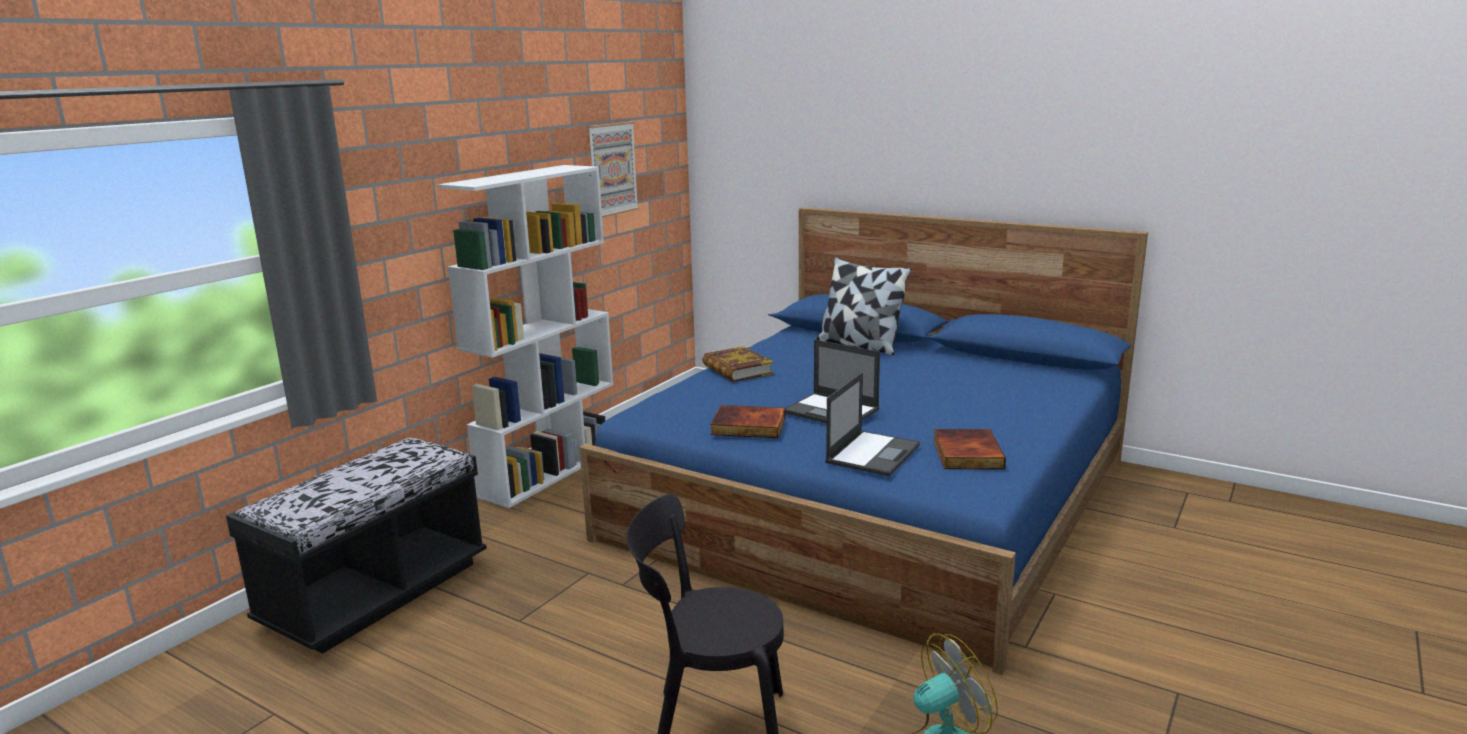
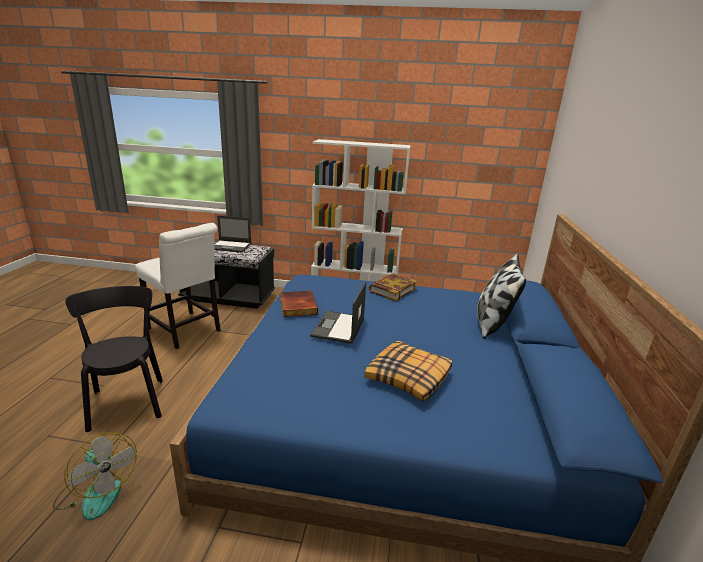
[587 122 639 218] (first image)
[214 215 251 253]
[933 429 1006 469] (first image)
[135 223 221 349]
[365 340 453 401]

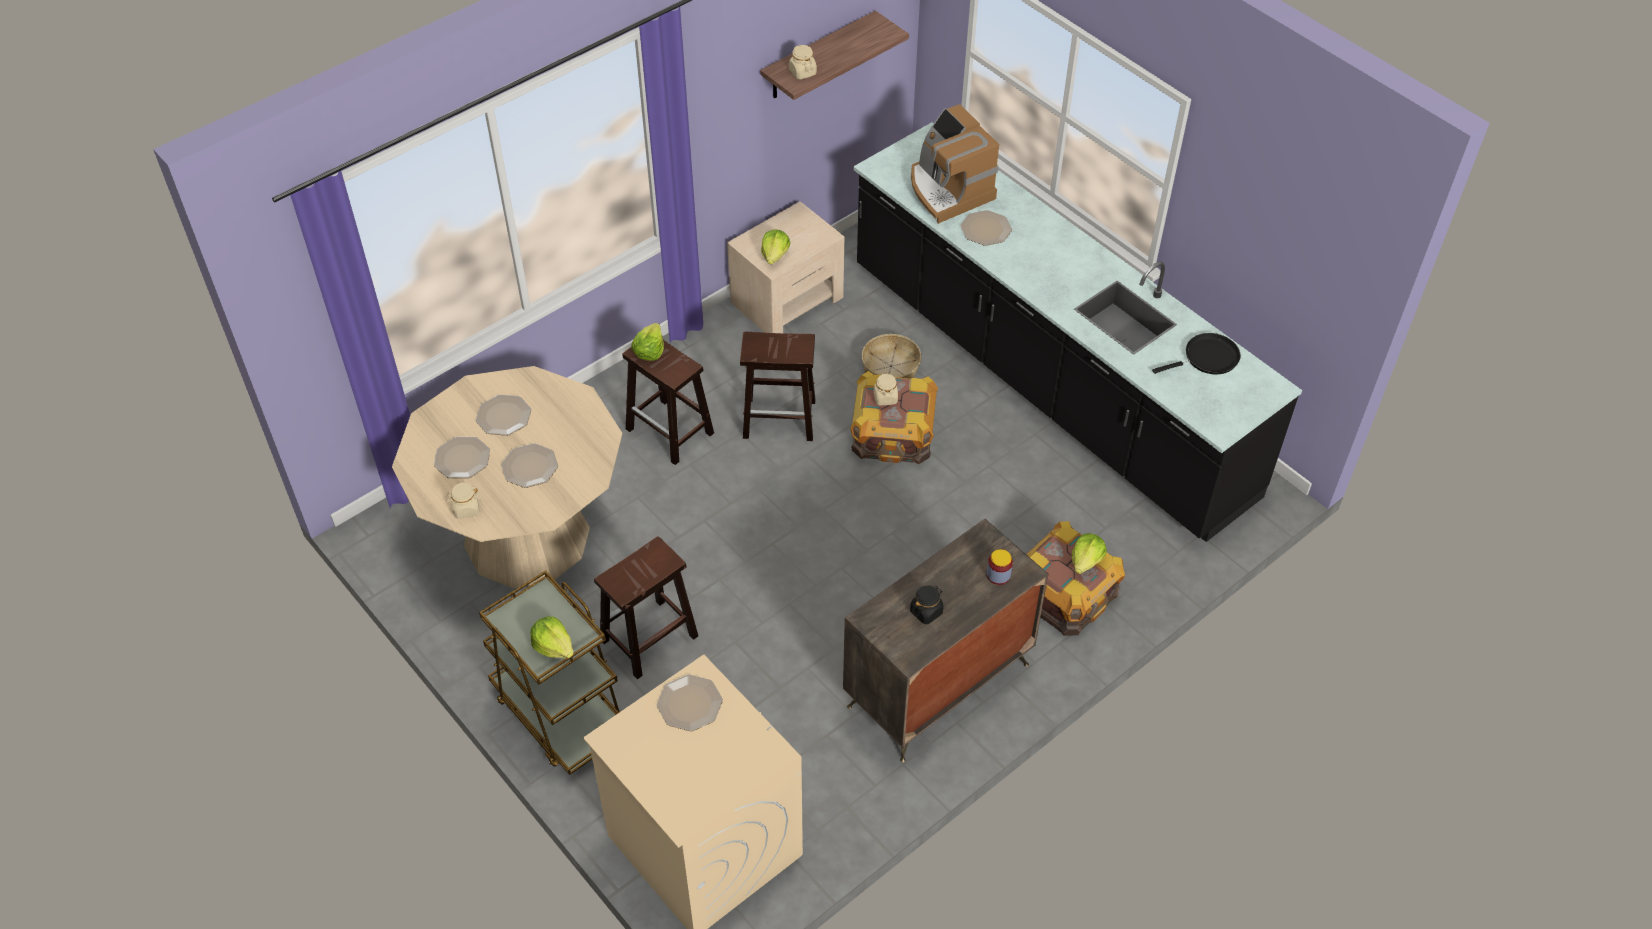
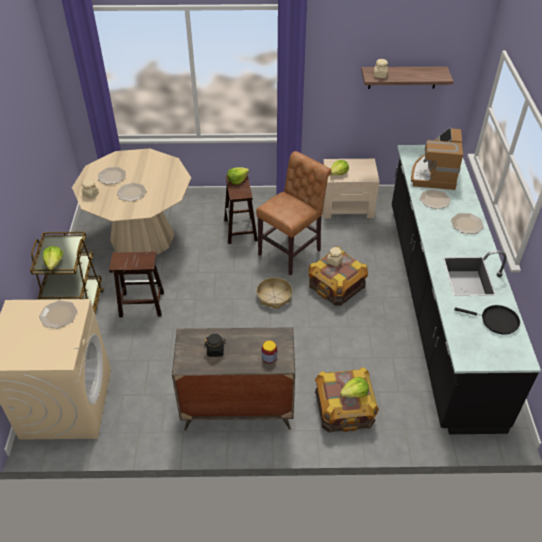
[451 213 484 234]
[256 151 332 275]
[256 277 293 309]

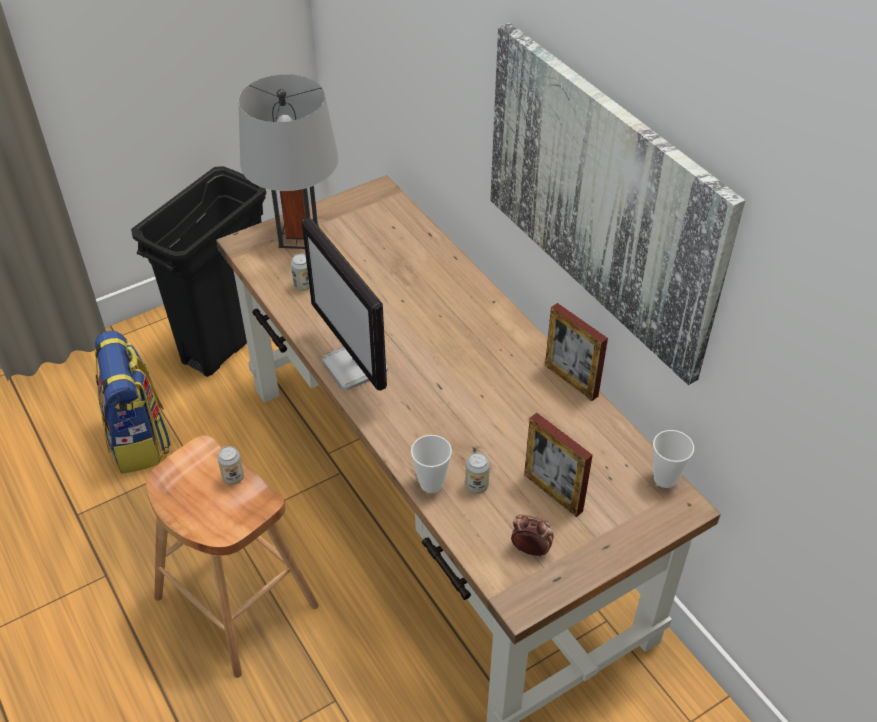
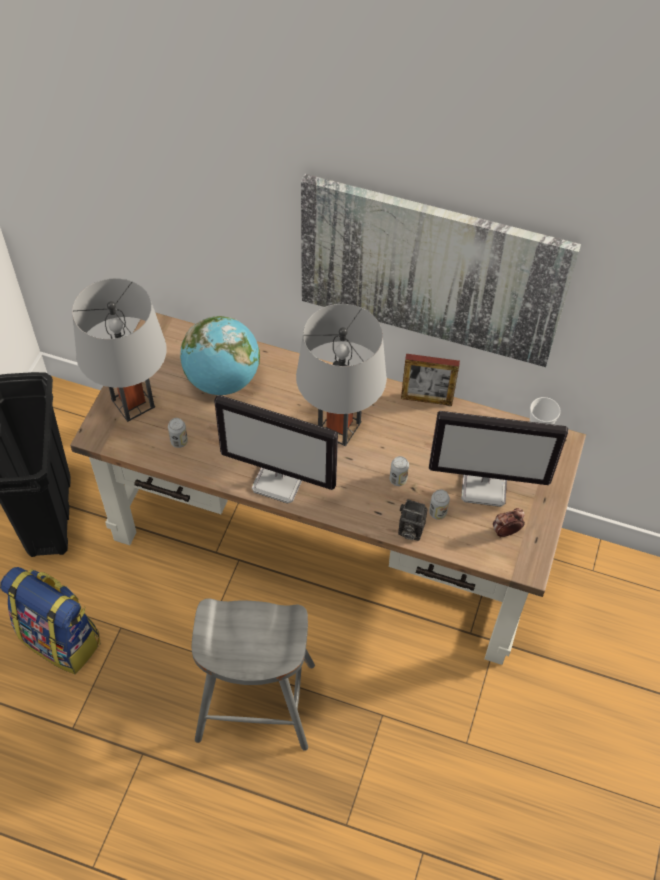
[192 598 315 751]
[390 456 409 486]
[398 499 428 541]
[429 411 568 507]
[180 316 260 395]
[296 304 387 446]

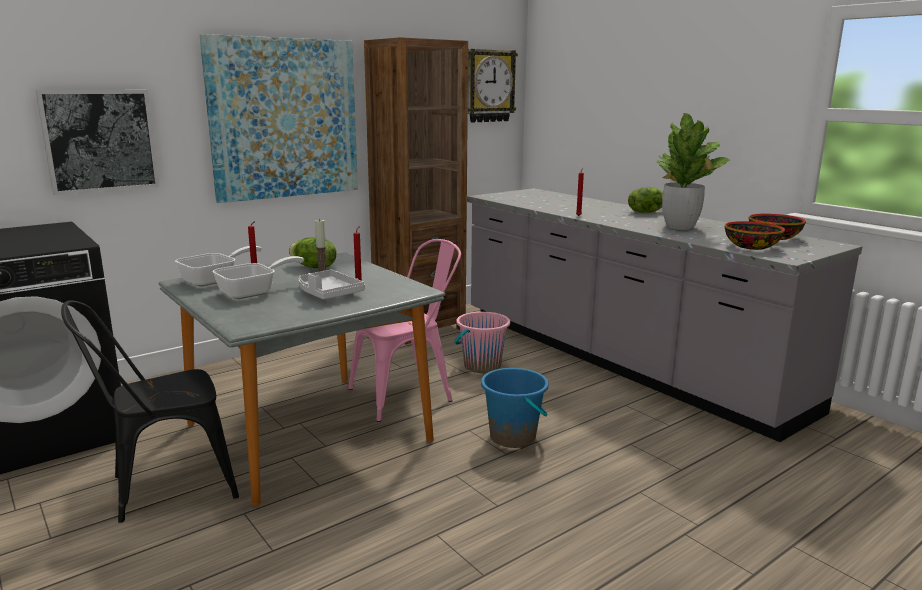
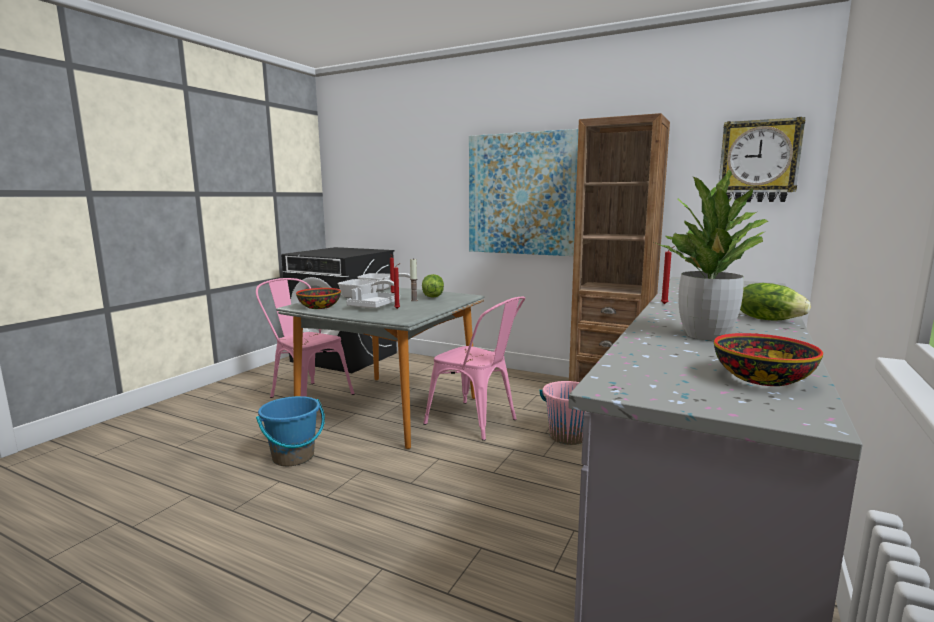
[35 90 160 195] (first image)
[256 278 355 398]
[256 396 325 466]
[296 288 341 309]

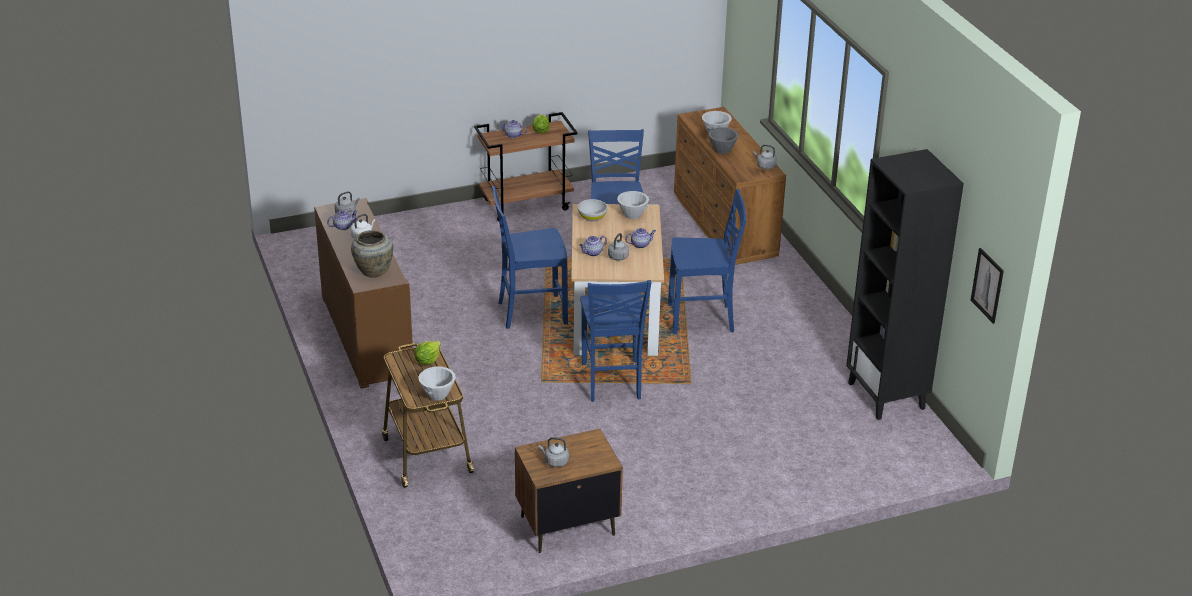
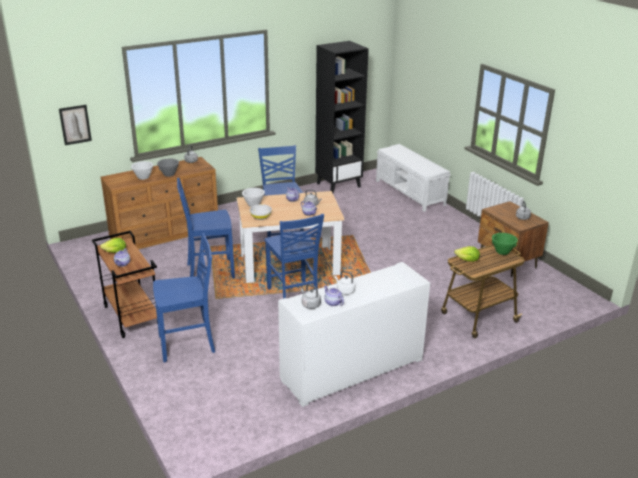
[278 262 430 407]
[351 230 393 278] (first image)
[492 233 518 255]
[153 233 215 362]
[59 105 92 145]
[376 144 451 212]

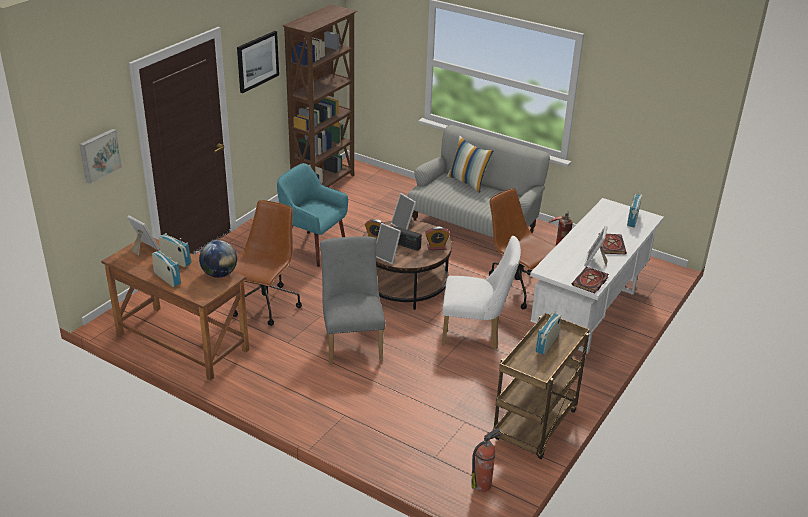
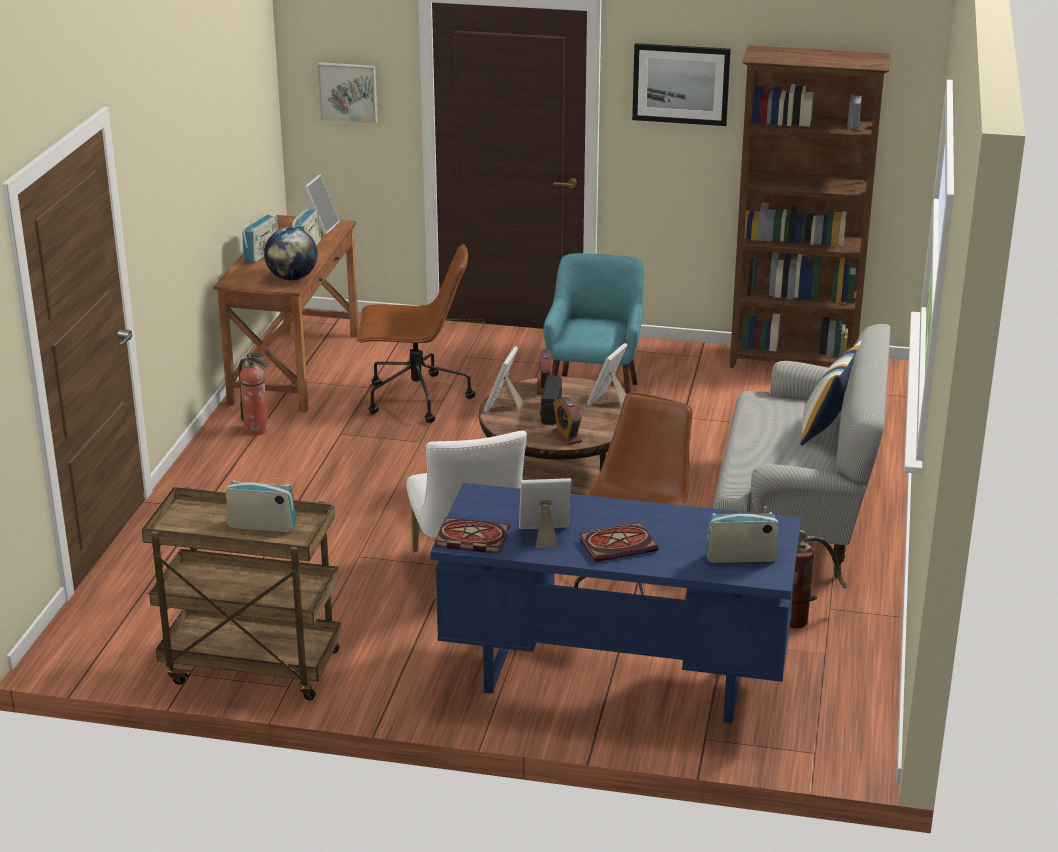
[320 236 385 365] (first image)
[238 353 268 435]
[430 483 801 723]

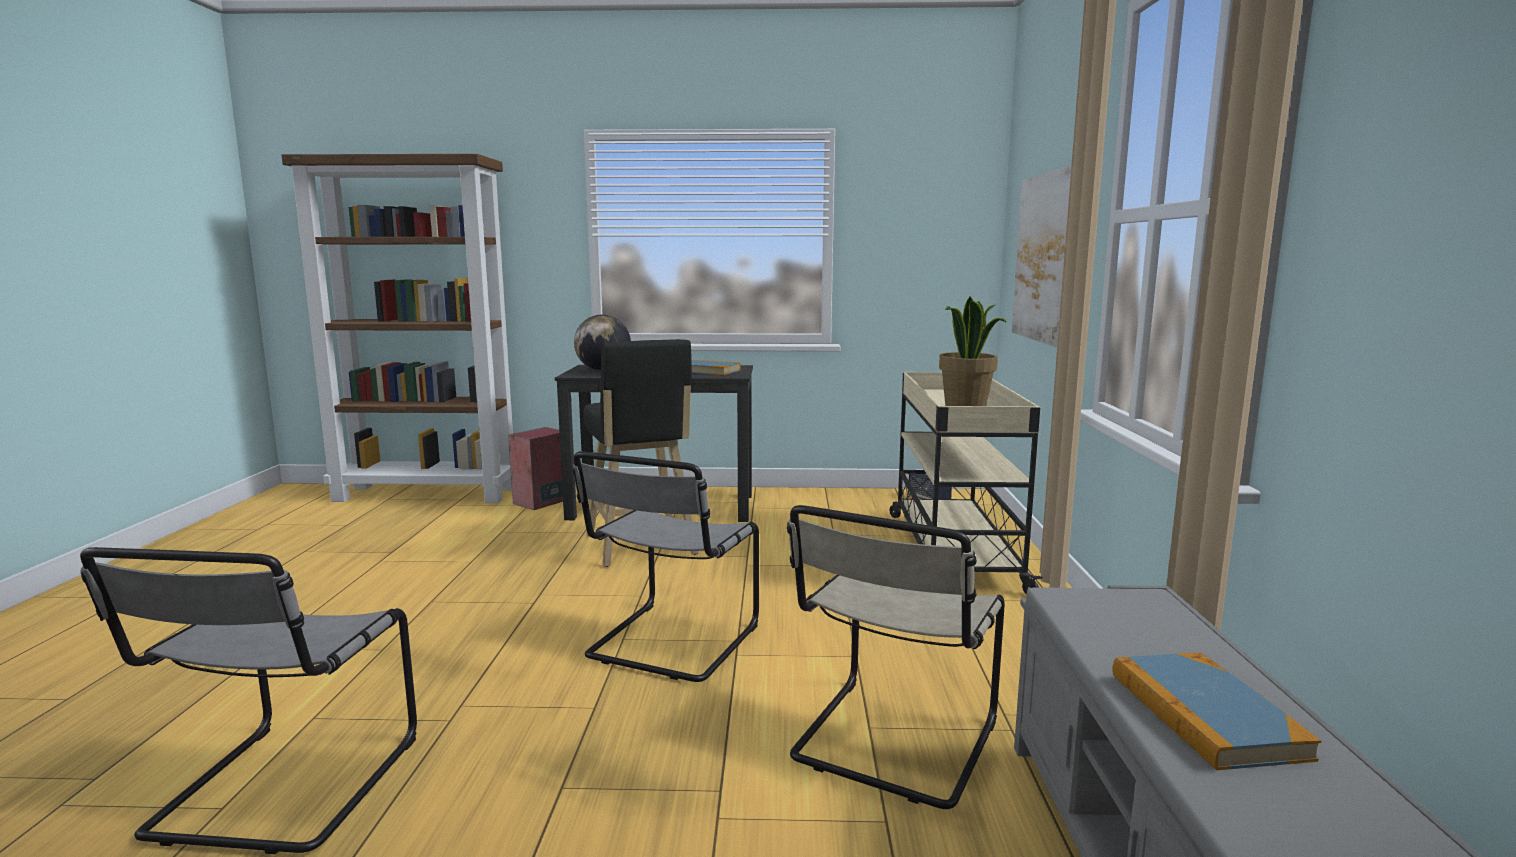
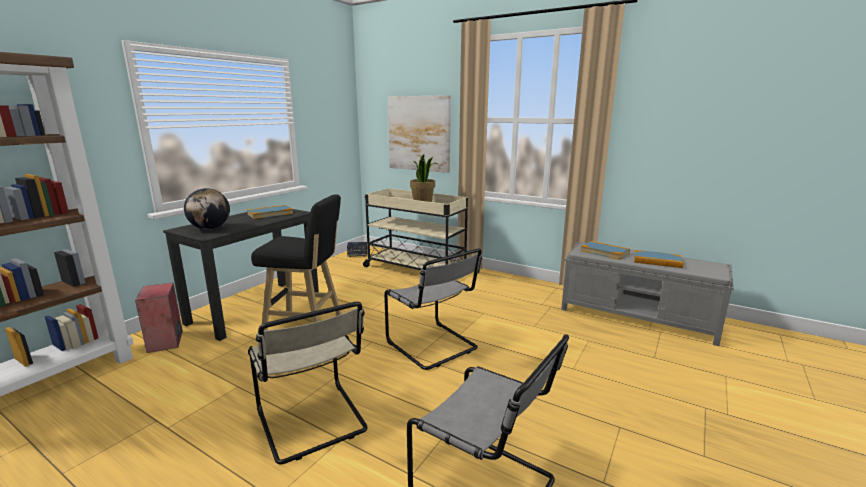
[248 302 368 464]
[580 241 630 260]

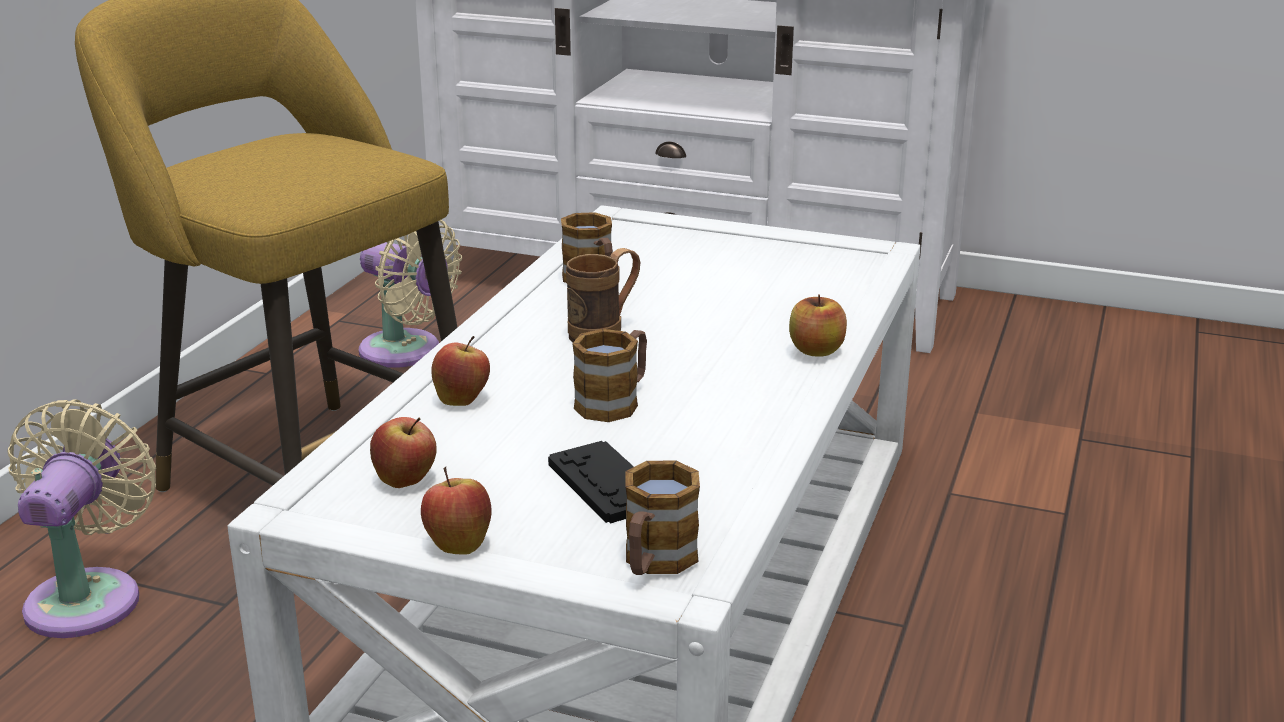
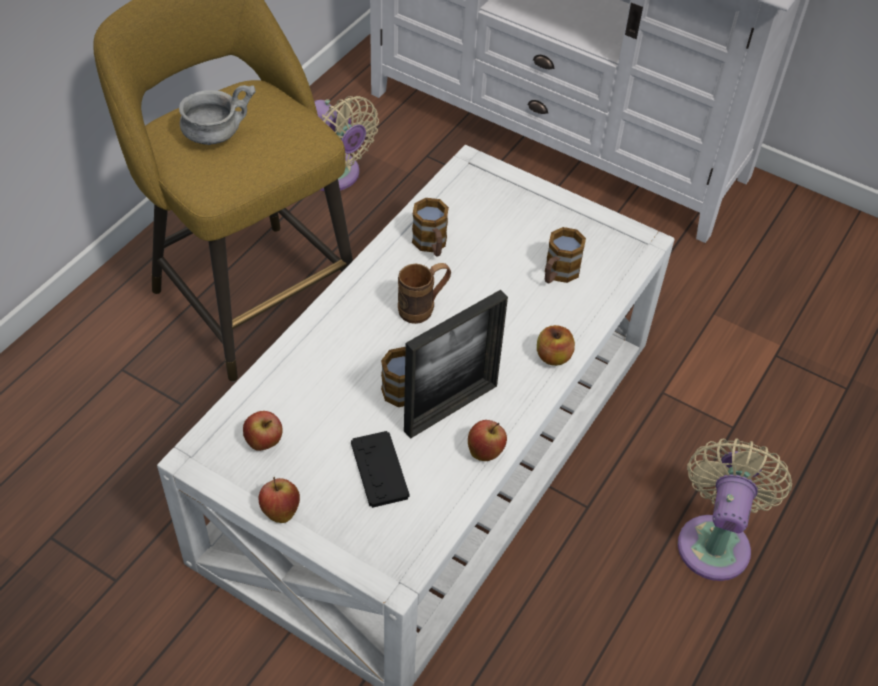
[678 438 792 581]
[468 420 507 461]
[545 227 586 283]
[179 85 256 145]
[404 290 508 439]

